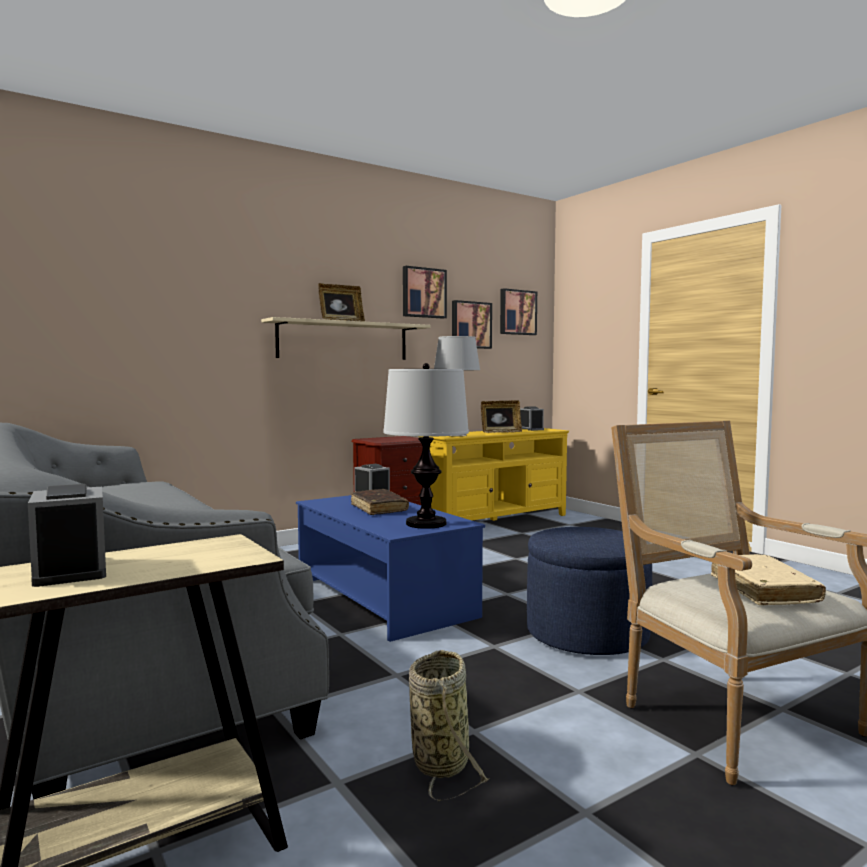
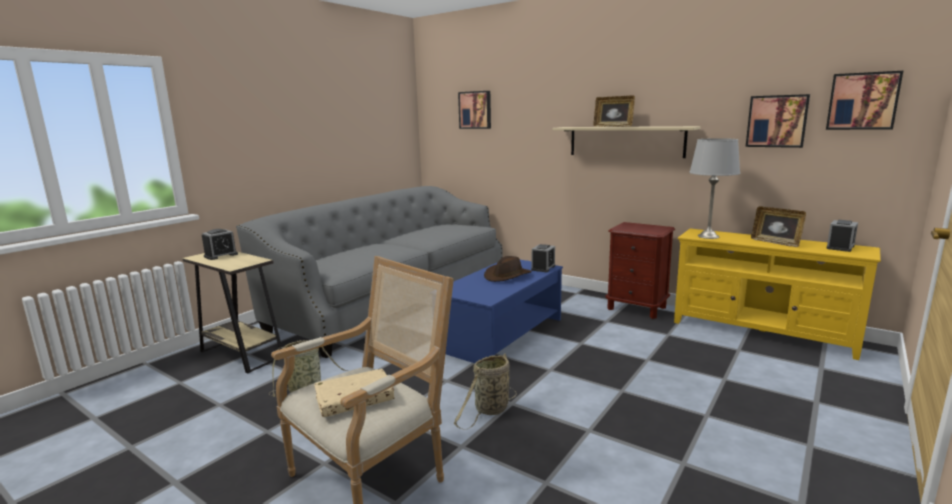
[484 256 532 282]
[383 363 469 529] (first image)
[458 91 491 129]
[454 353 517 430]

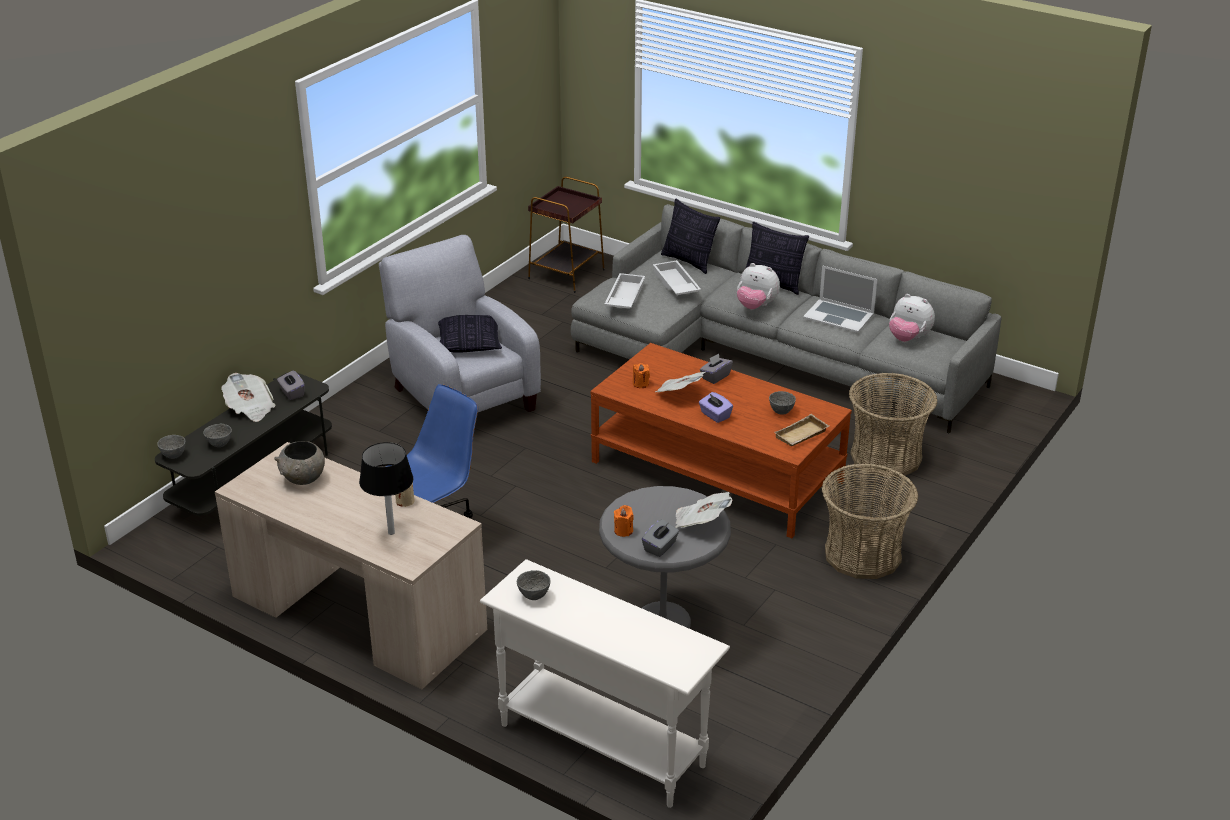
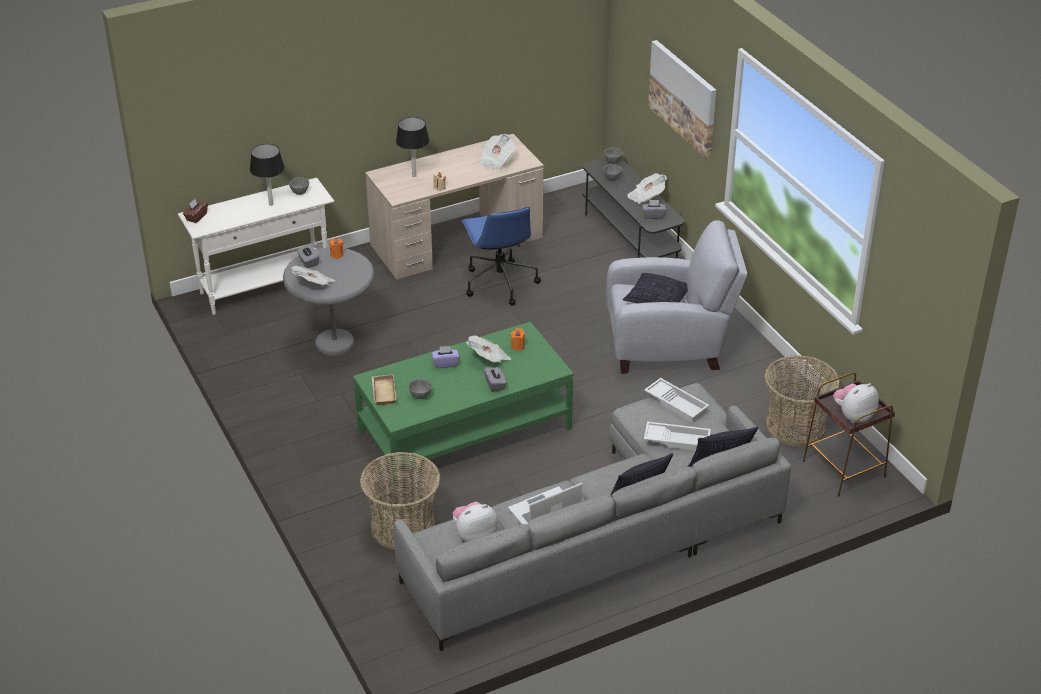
[480 134 516 169]
[353 322 574 488]
[833 383 879 423]
[765 355 840 446]
[183 199 208 223]
[250 144 285 206]
[648 40 716 158]

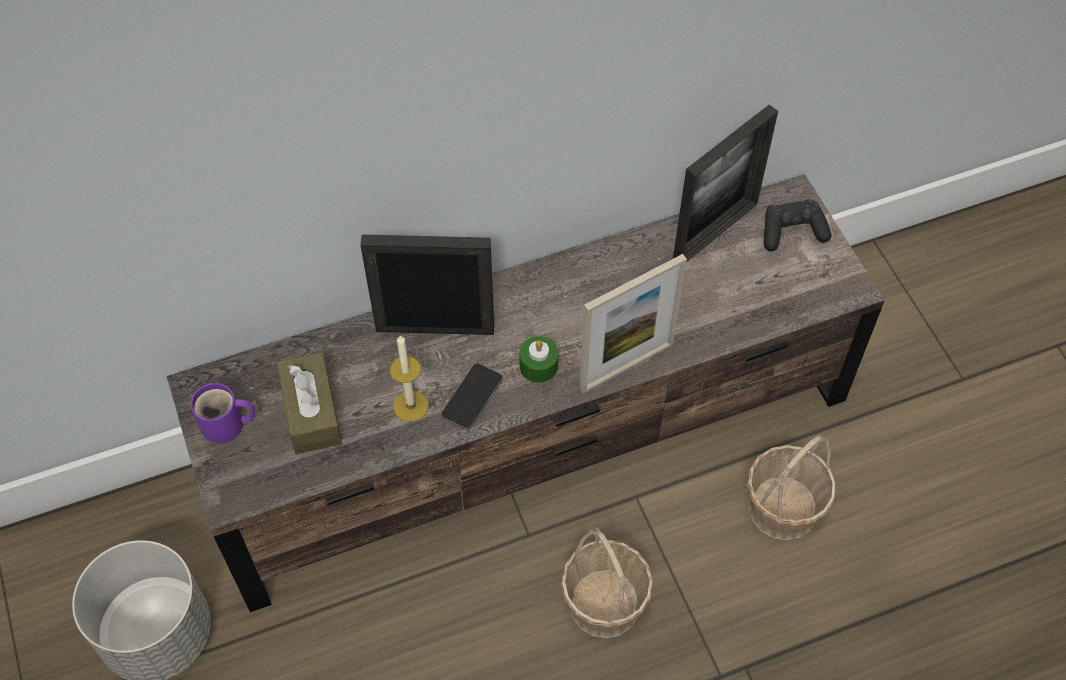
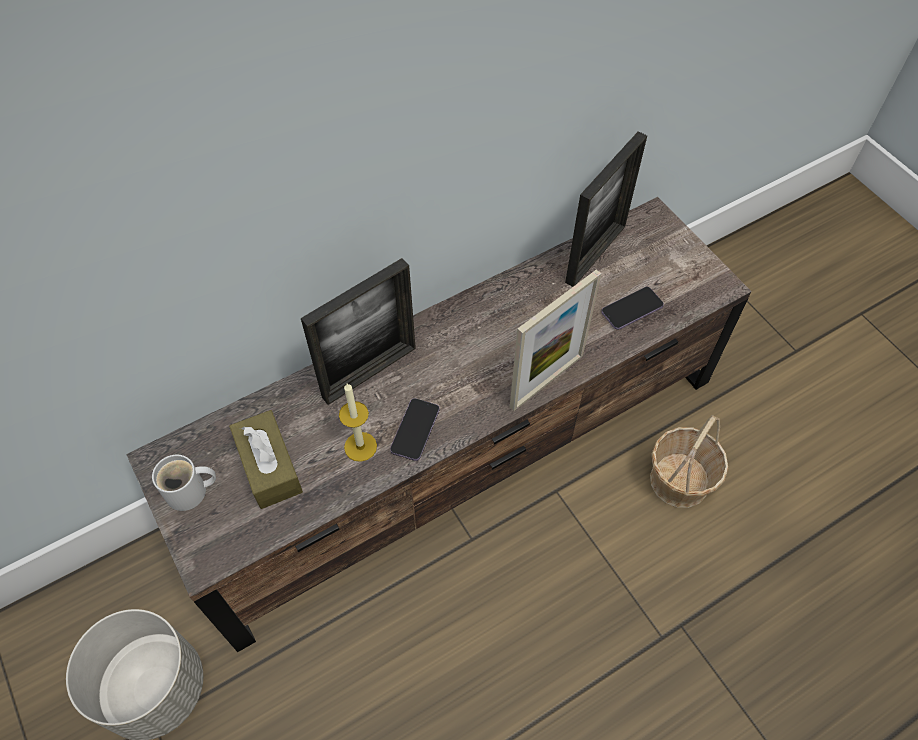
[152 455 216 511]
[301 258 416 405]
[519 336 559 383] (first image)
[561 528 653 638] (first image)
[764 199 832 251] (first image)
[601 287 664 330]

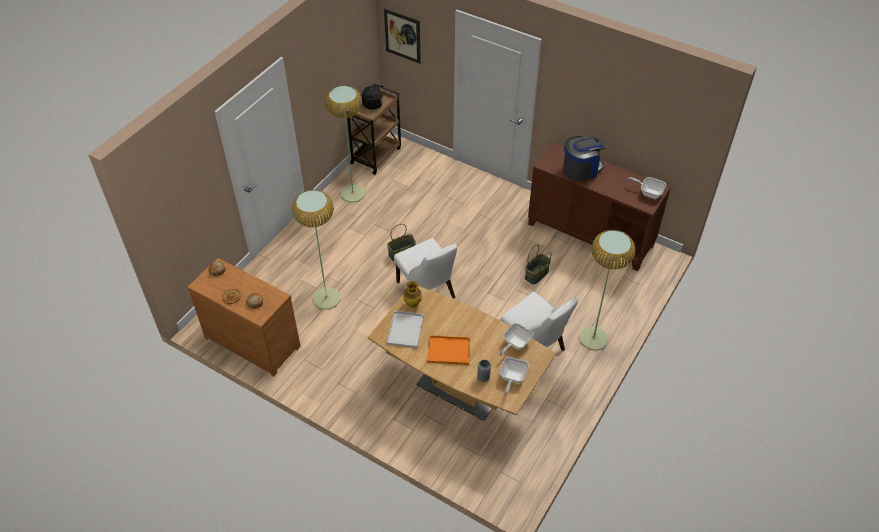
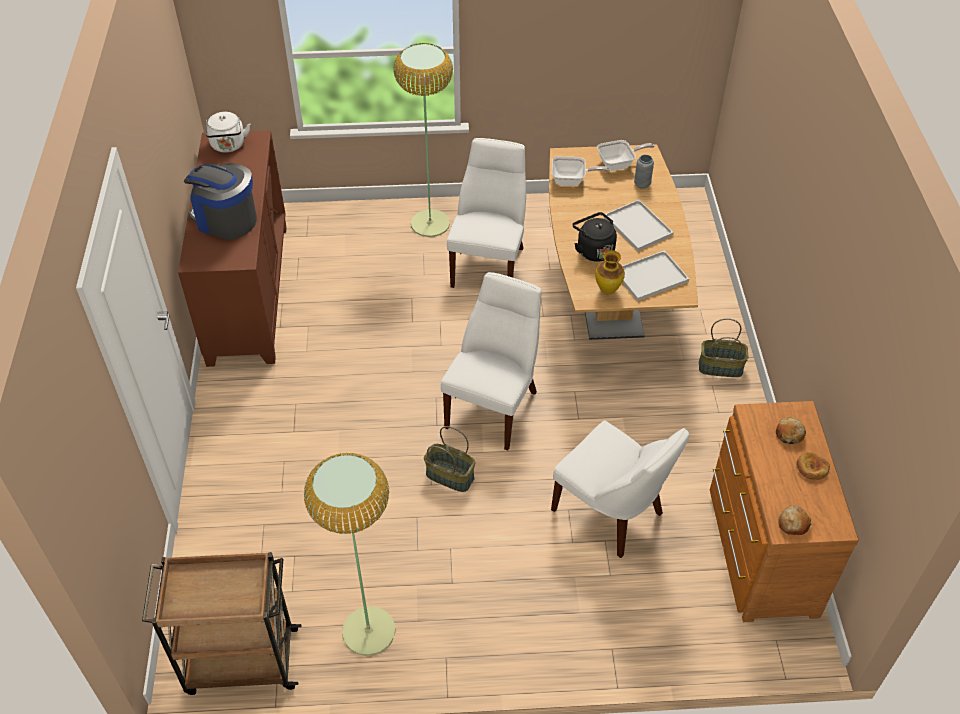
[551 421 689 558]
[572 212 617 262]
[384 8 421 64] (first image)
[604 200 674 251]
[699 319 748 377]
[206 112 250 153]

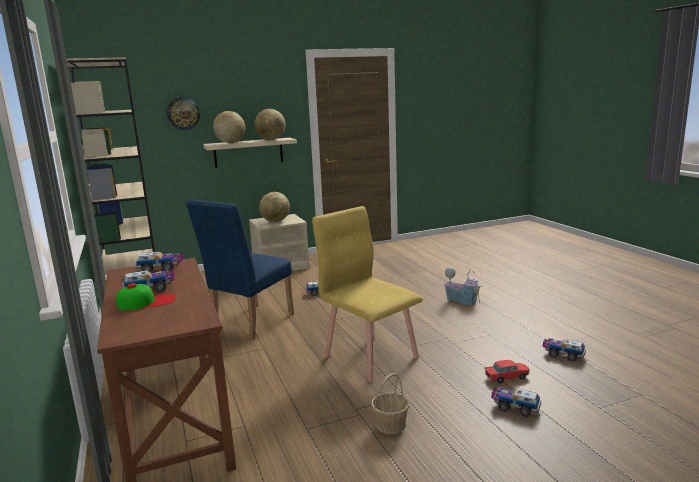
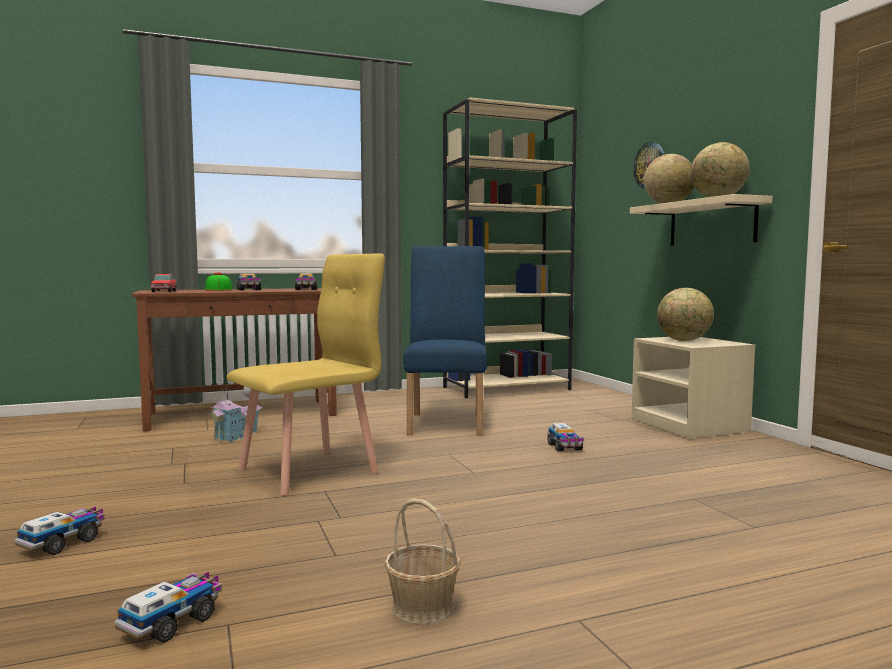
[404 246 487 436]
[384 498 461 624]
[209 382 263 442]
[151 274 177 292]

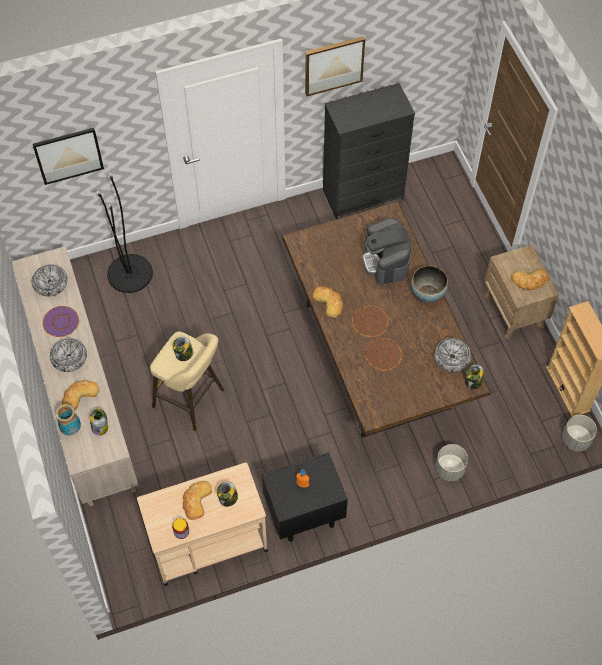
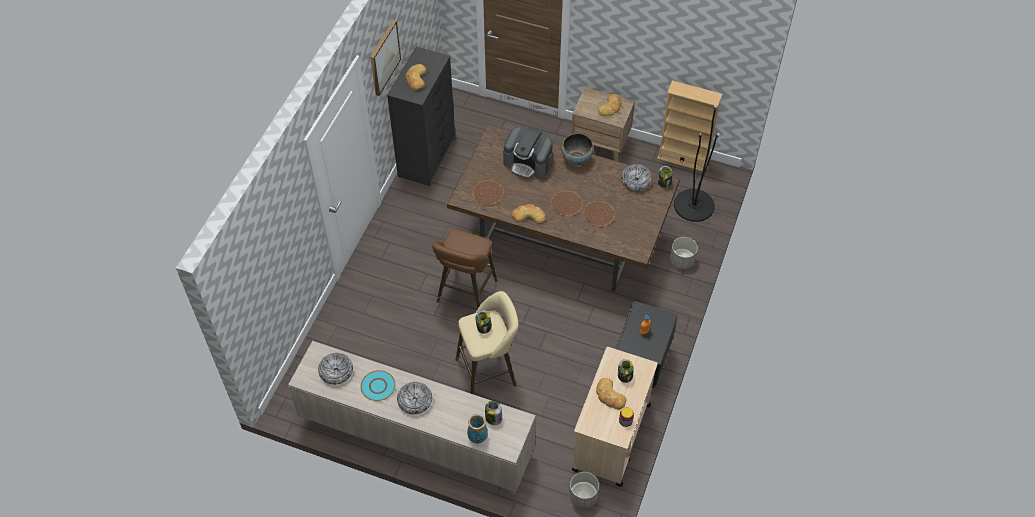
[32 128 104 185] (first image)
[361 370 396 401]
[405 64 426 90]
[674 105 720 222]
[569 472 599 508]
[432 229 498 308]
[472 180 504 205]

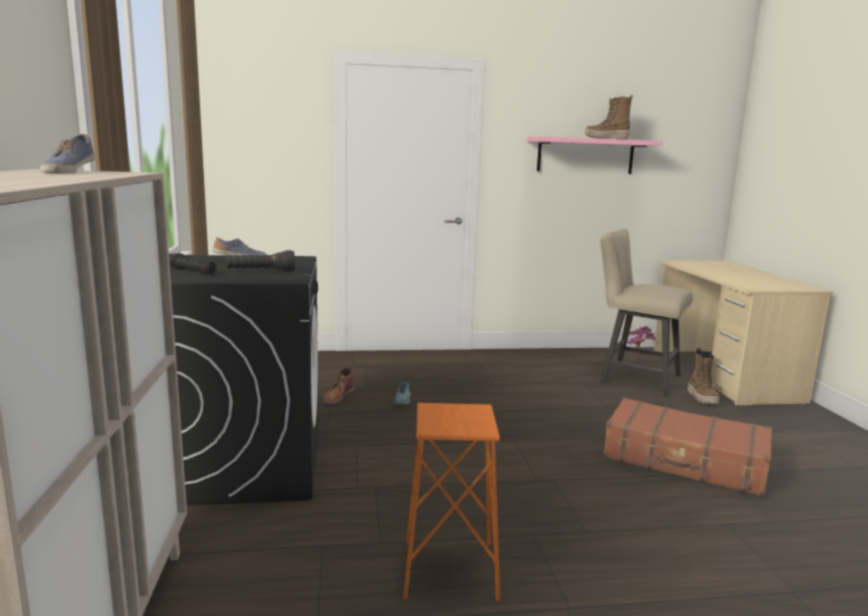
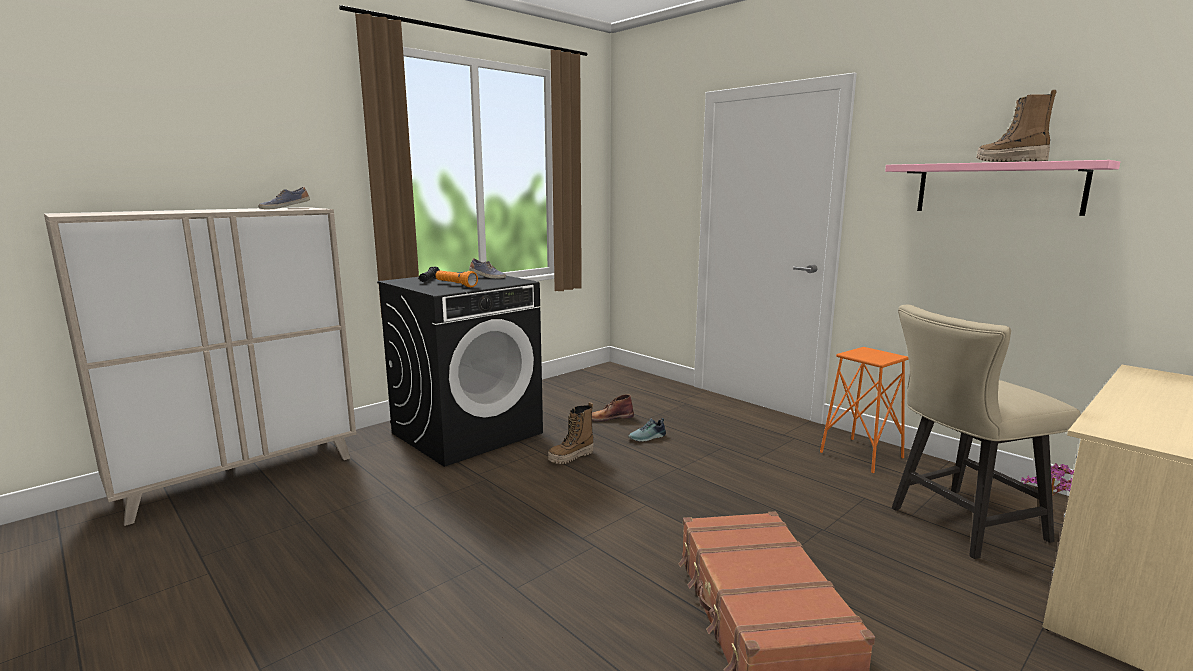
[435 270 478 287]
[820 347 908 473]
[892 305 1081 559]
[548 402 594 464]

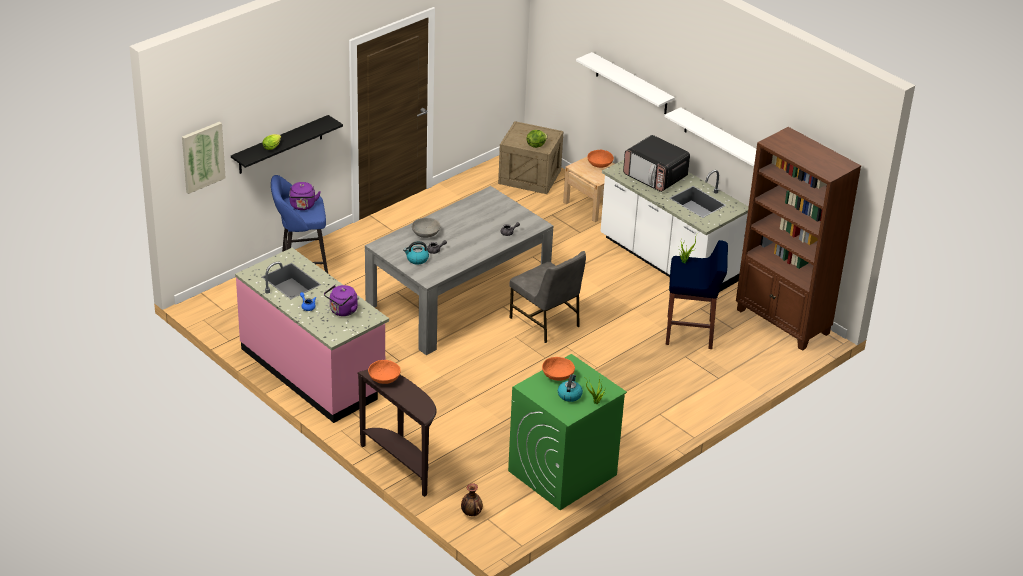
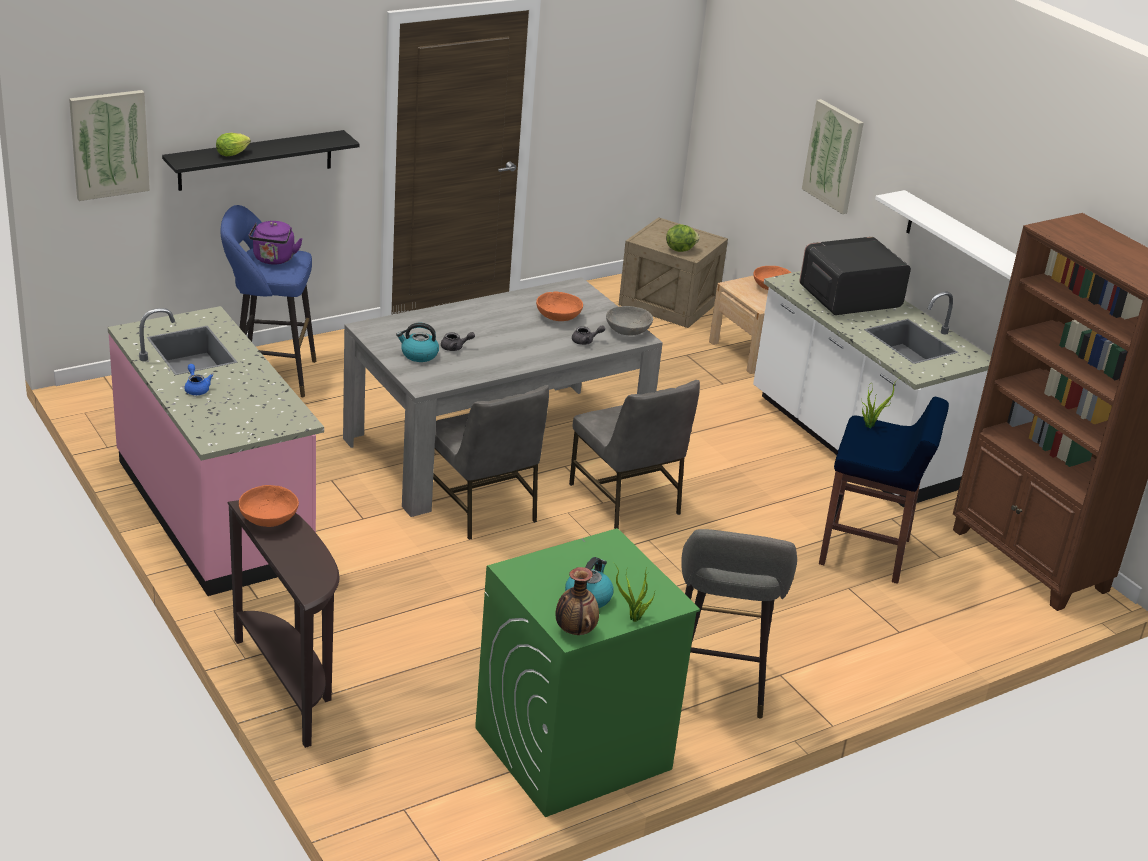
[324 285 358 316] (first image)
[606 306 653 335]
[556 567 599 635]
[536 291 583 321]
[802 99 864 214]
[799 237 911 315]
[433 385 549 540]
[681 529 797 719]

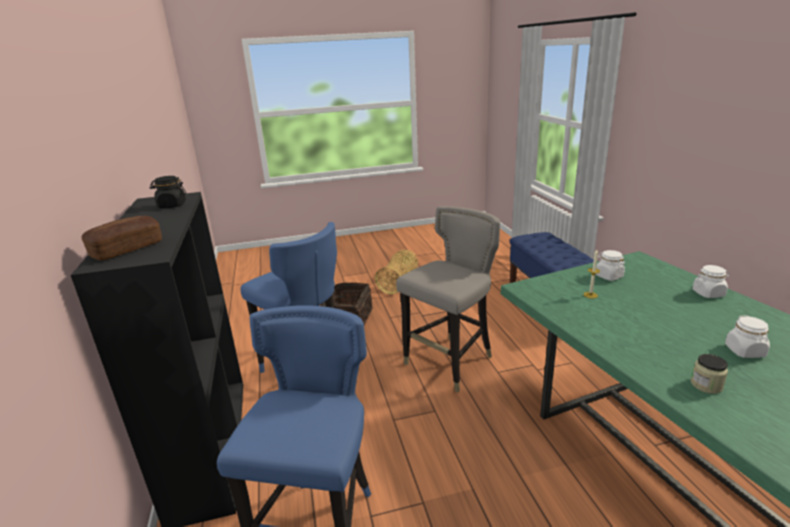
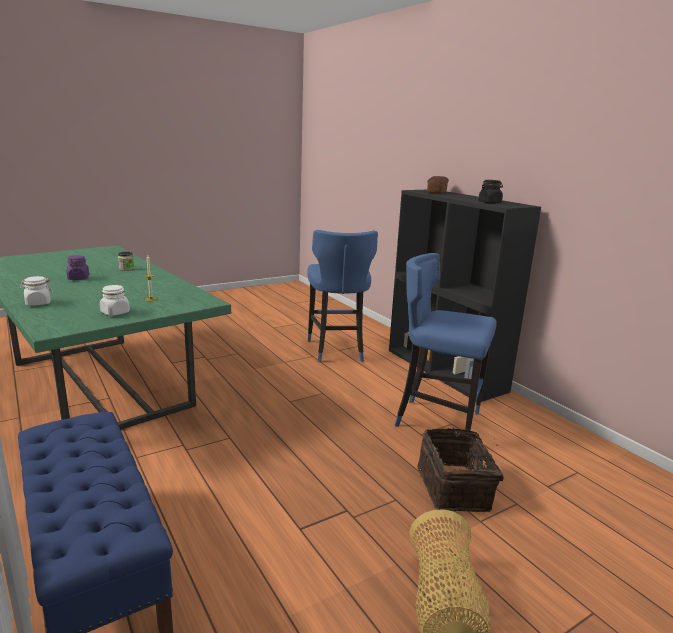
[396 206 500 392] (first image)
[66 255 89 280]

